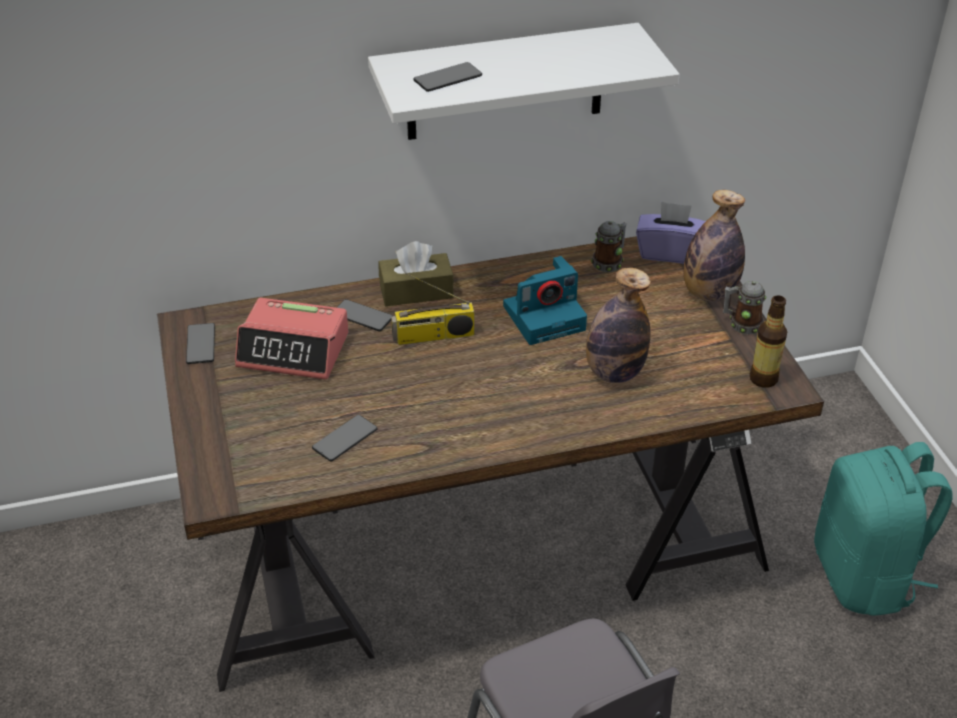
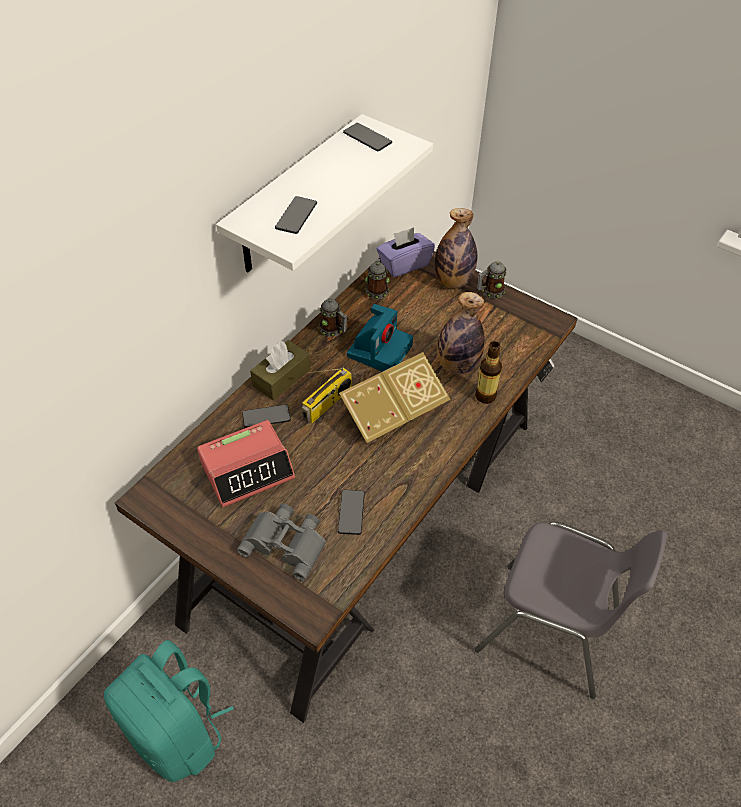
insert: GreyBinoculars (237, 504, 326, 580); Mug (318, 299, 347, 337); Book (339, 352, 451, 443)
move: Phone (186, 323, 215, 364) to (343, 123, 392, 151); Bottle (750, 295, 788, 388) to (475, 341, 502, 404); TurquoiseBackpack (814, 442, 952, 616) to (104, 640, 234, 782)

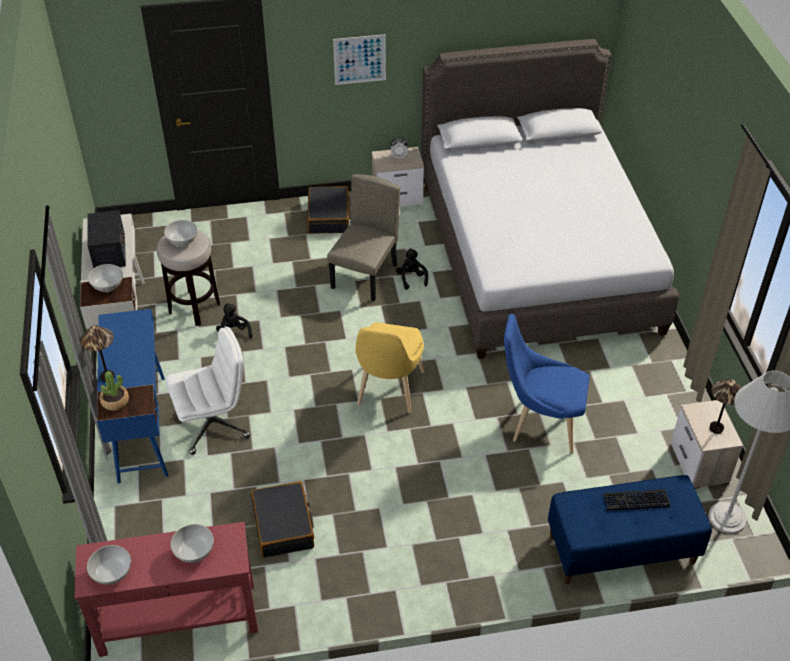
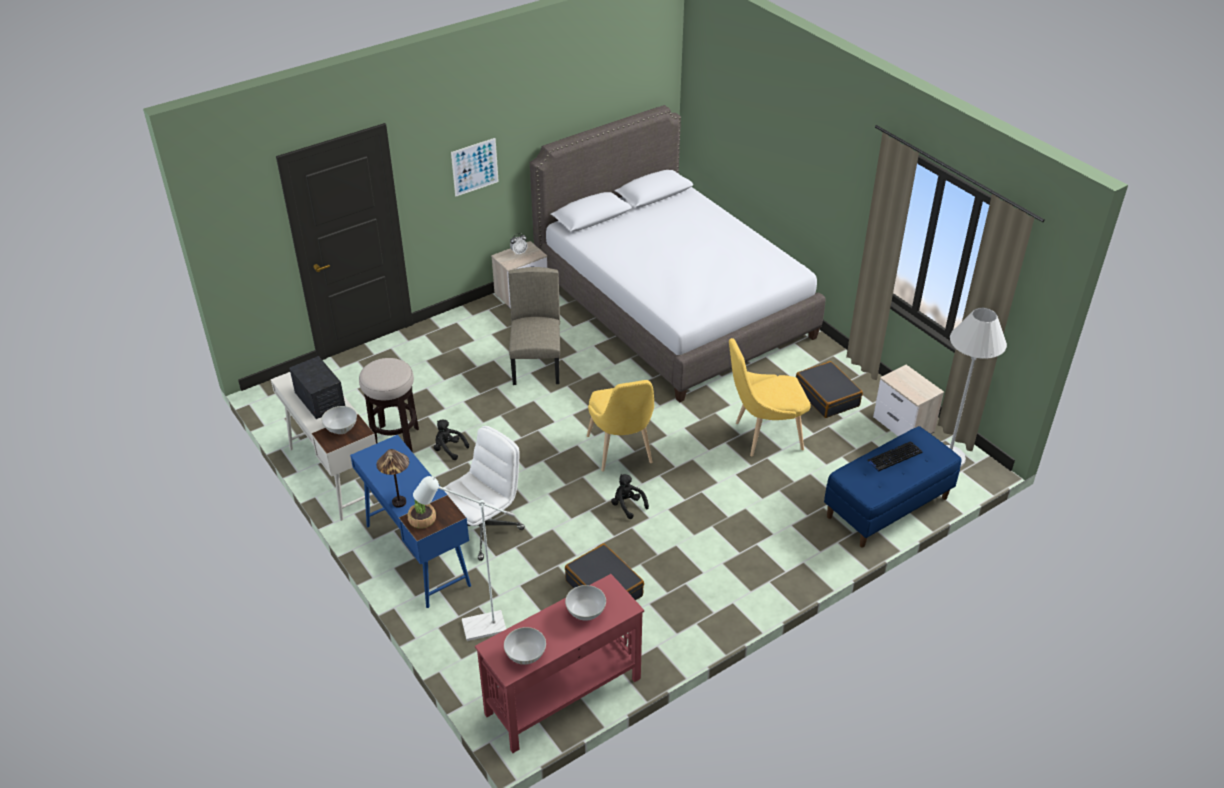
delete: WhiteBowl (164, 220, 198, 247); TableLamp (710, 379, 741, 434)
insert: WhiteFloorLamp (413, 476, 515, 641)
move: BlackSuitcase (307, 186, 351, 234) to (796, 361, 863, 418); BlackPlushToy (396, 248, 428, 290) to (611, 474, 649, 519)
recolor: BlueChair (504, 314, 590, 454) to YellowChair (729, 338, 811, 456)

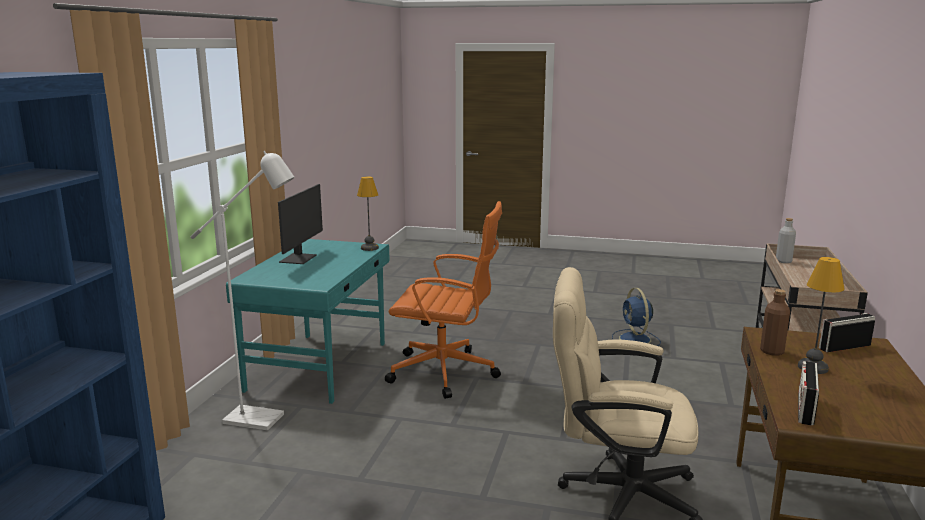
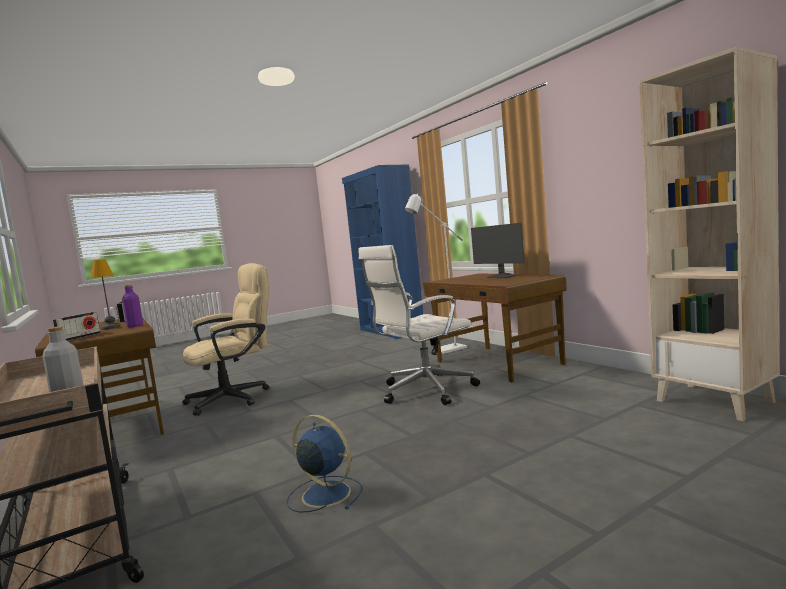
delete: TableLamp (357, 177, 379, 251)
insert: BeigeBookcase (639, 47, 780, 422)
recolor: TurquoiseDesk (226, 239, 390, 404) to BrownDesk (424, 273, 567, 382); OrangeOfficeChair (385, 201, 502, 399) to WhiteOfficeChair (358, 245, 480, 405); BrownBottle (760, 289, 790, 356) to PurpleBottle (122, 285, 143, 327)

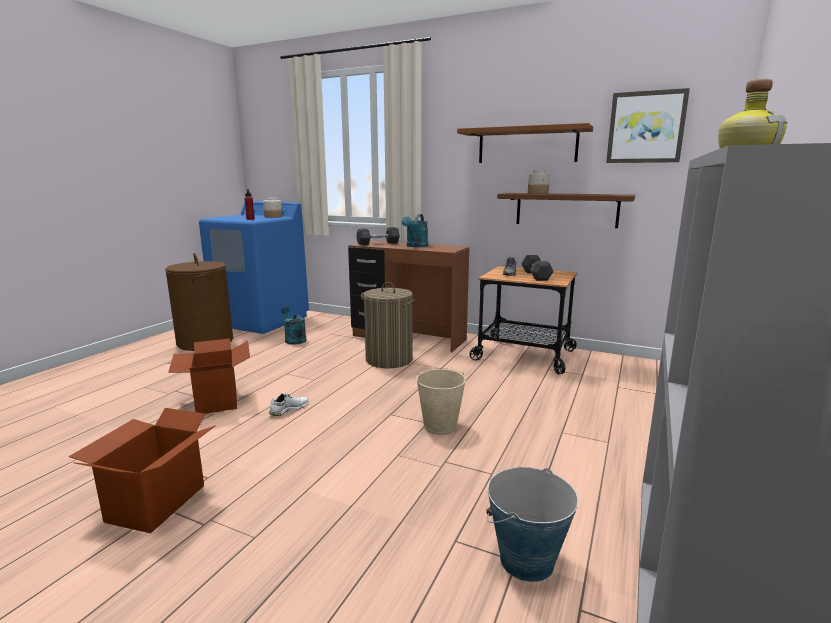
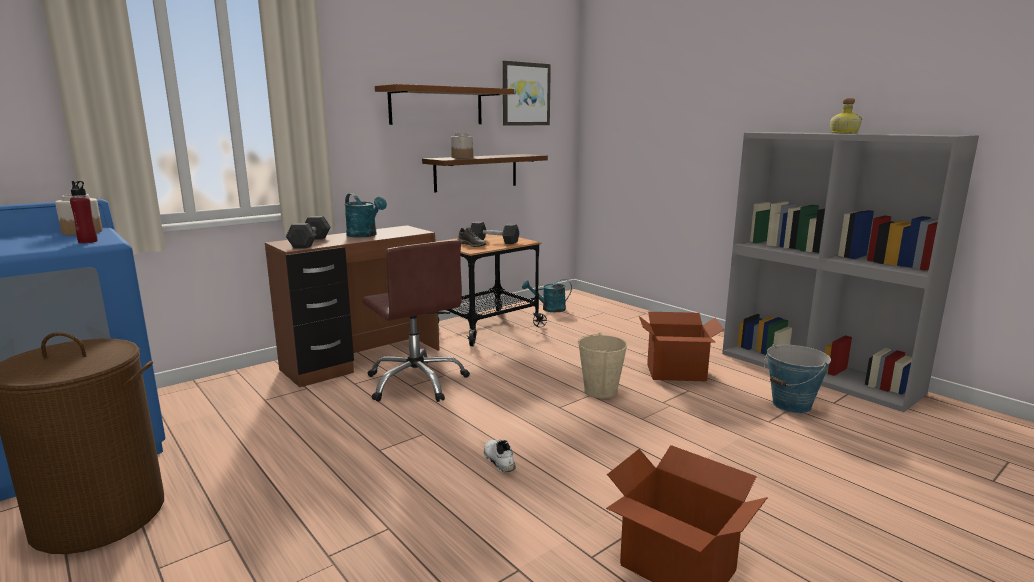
move: CardboardBox (168, 339, 250, 414) to (639, 312, 724, 382); TurquoiseWateringCan (281, 306, 306, 345) to (522, 279, 572, 312)
replace: LaundryBasket (361, 282, 415, 369) to BrownOfficeChair (362, 240, 470, 402)

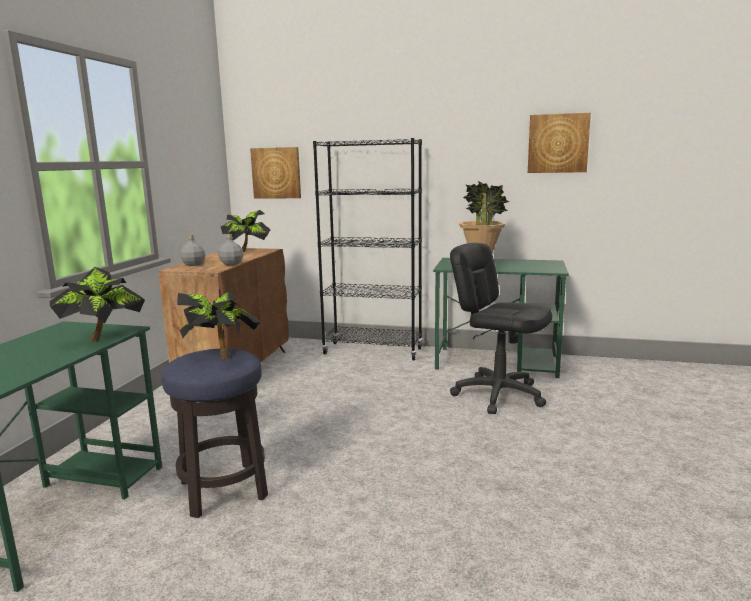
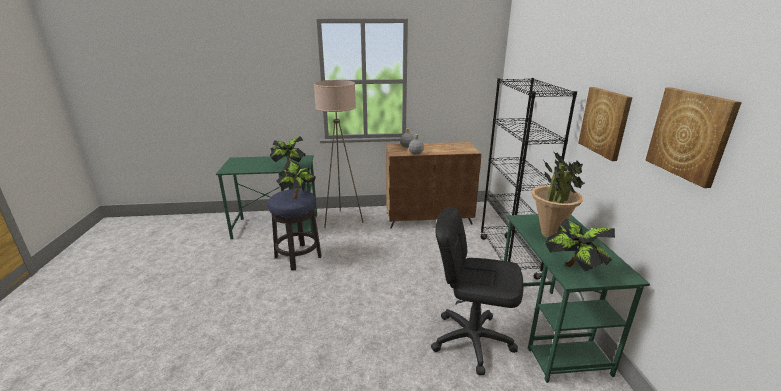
insert: BeigeFloorLamp (314, 80, 364, 228)
move: PottedPlant (221, 210, 271, 252) to (545, 218, 615, 272); Picture (250, 147, 301, 199) to (578, 87, 632, 161)
rotate: BlackOfficeChair (450, 243, 552, 414) = (431, 208, 524, 375) 90 degrees counterclockwise

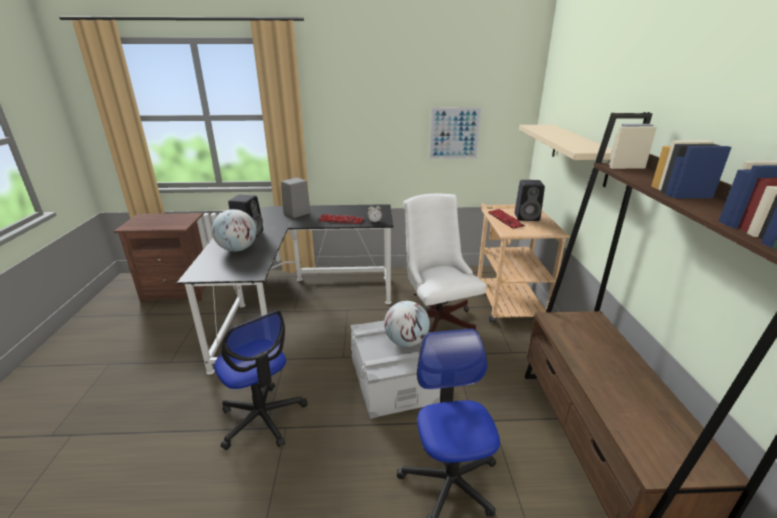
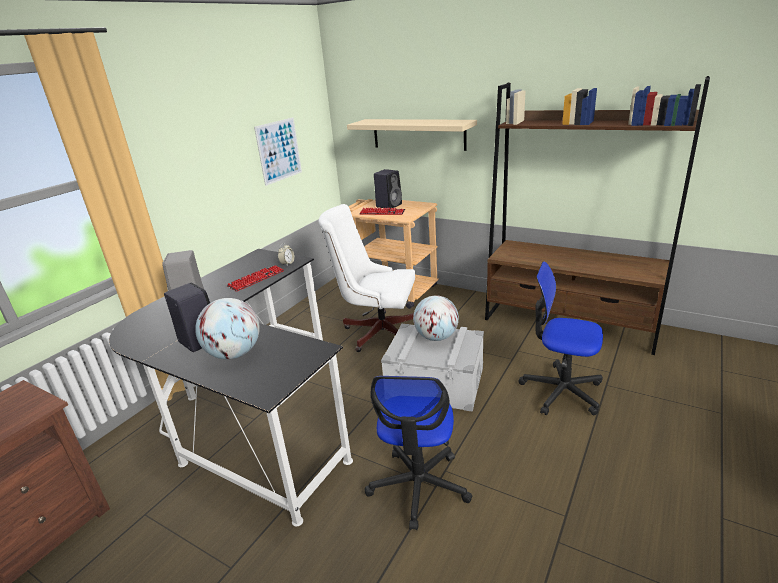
rotate: OfficeChair (214, 311, 307, 450) = (365, 376, 473, 530) 105 degrees clockwise

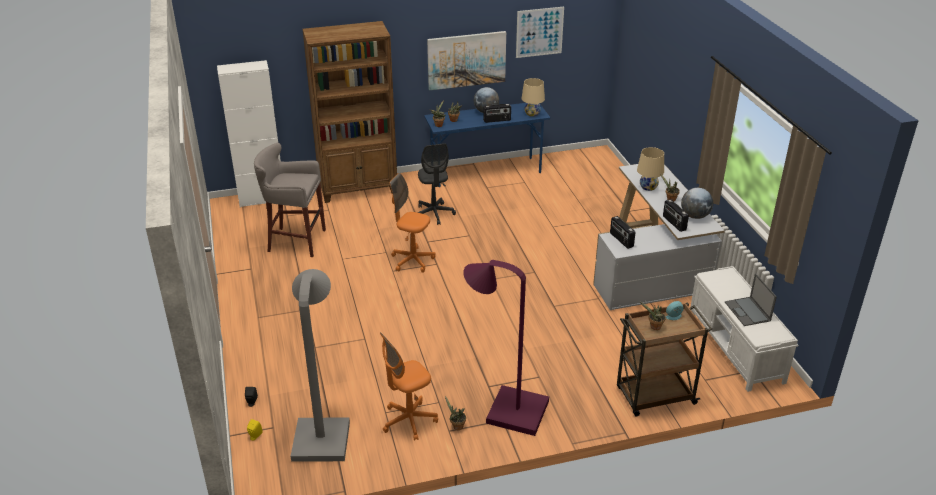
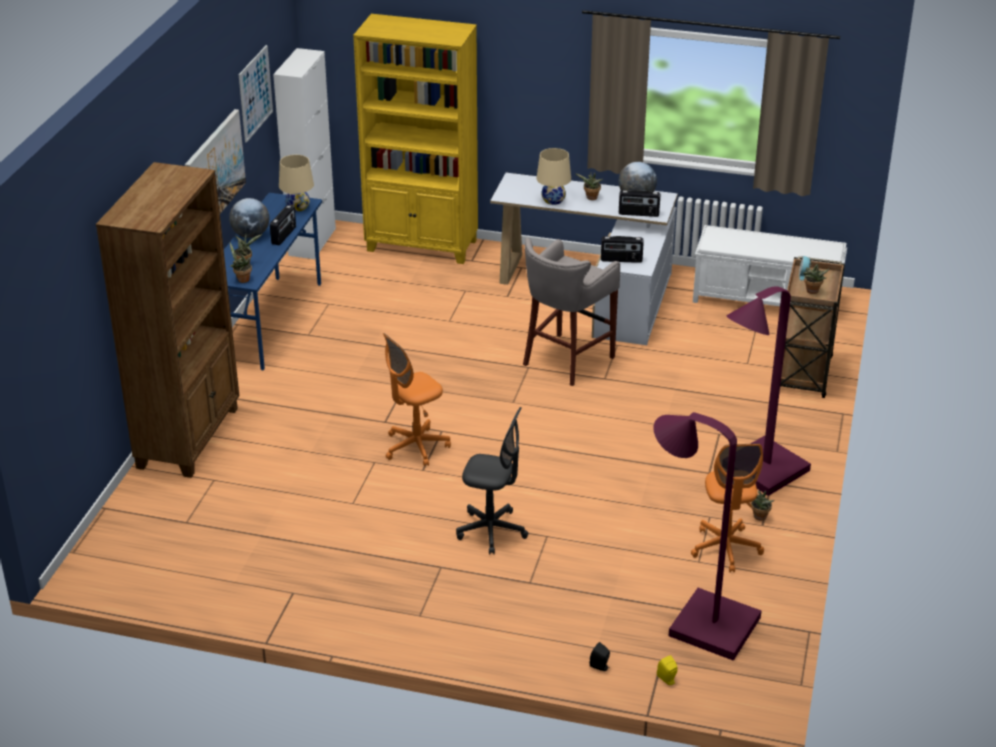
delete: Laptop (725, 273, 777, 326)
insert: YellowBookcase (353, 14, 478, 264)
move: WhiteCabinet (217, 60, 281, 207) to (273, 48, 336, 259); GreyStool (254, 143, 326, 257) to (523, 238, 620, 386); GreyOfficeChair (417, 143, 456, 225) to (456, 407, 528, 554)
recolor: GreyFloorLamp (291, 269, 350, 462) to PurpleFloorLamp (654, 412, 761, 661)

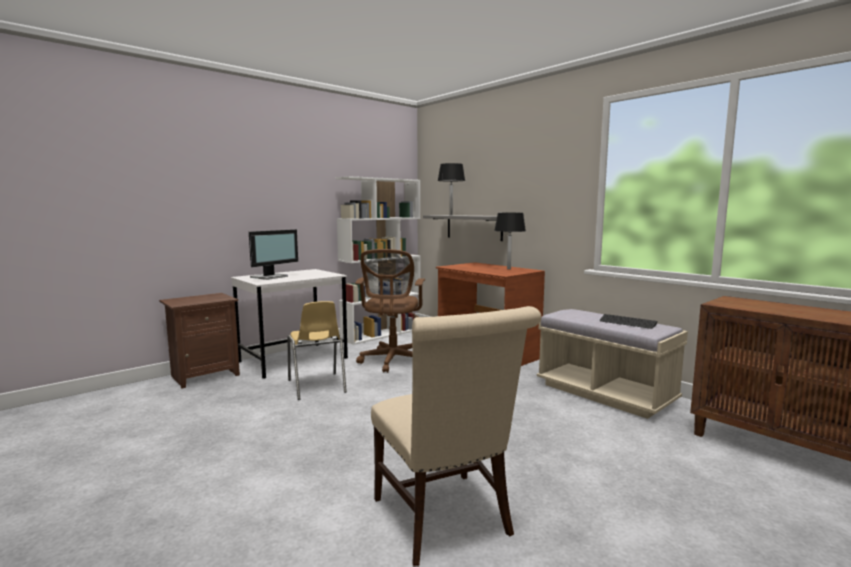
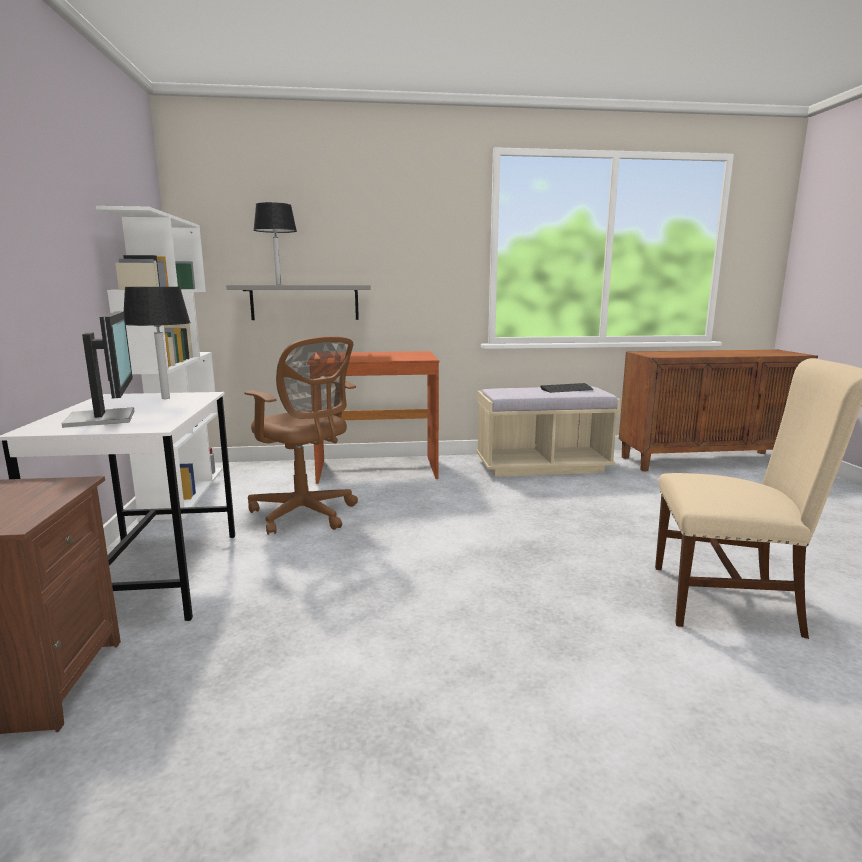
delete: YellowChair (287, 301, 347, 400)
move: BlackTableLamp (494, 213, 526, 269) to (124, 287, 191, 399)

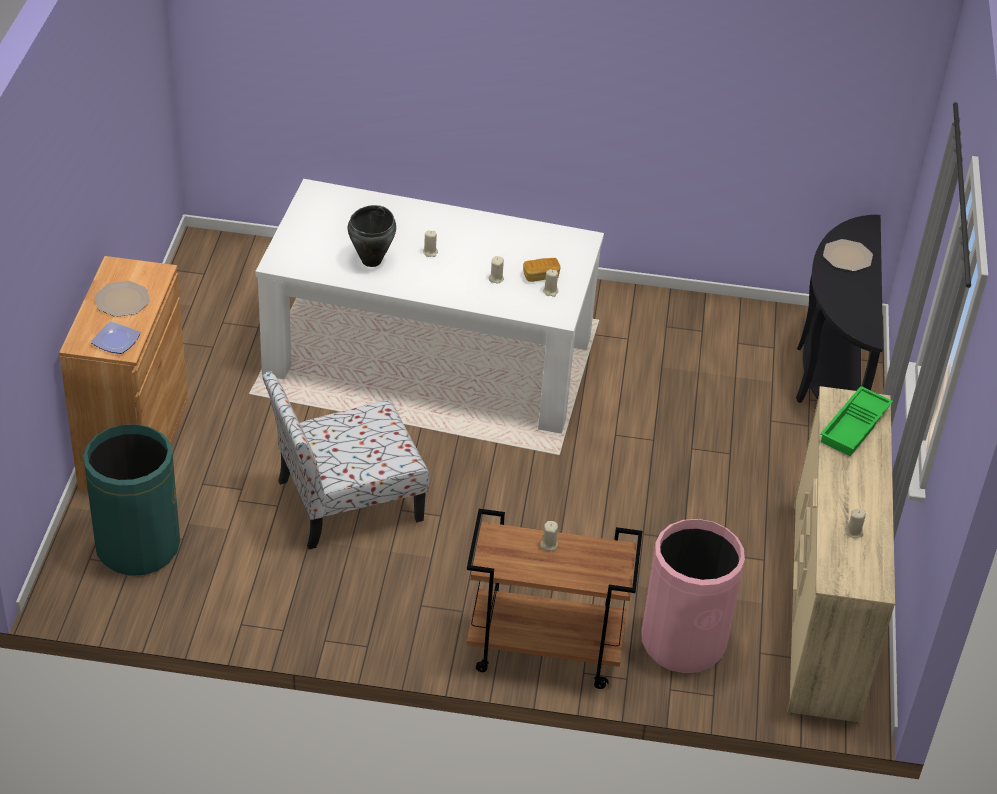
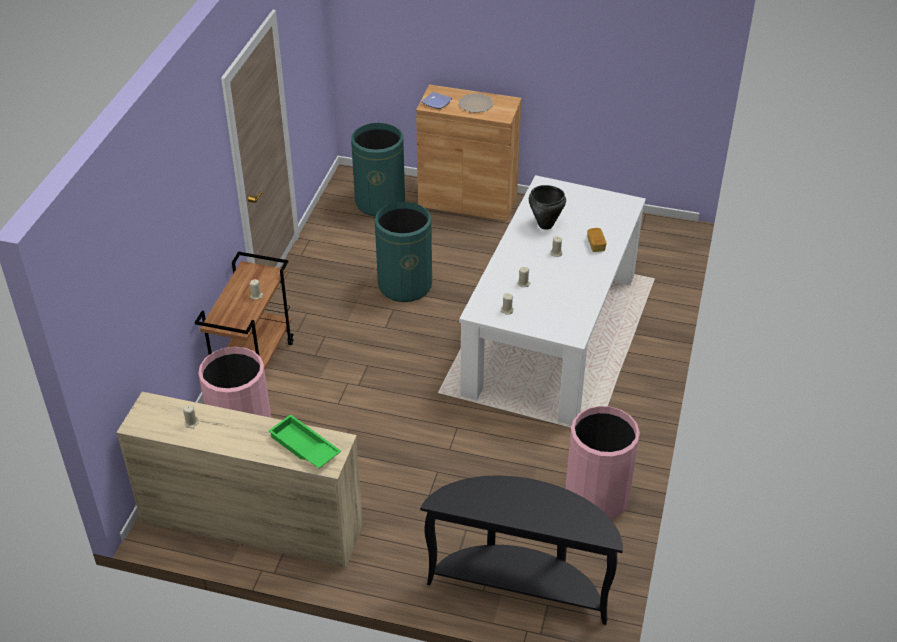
delete: Plate (823, 239, 873, 271)
insert: PinkTrashCan (565, 406, 640, 520)
move: Bread (523, 258, 560, 282) to (587, 228, 607, 252)
replace: Chair (262, 371, 429, 549) to GreenTrashCan (375, 202, 432, 302)

